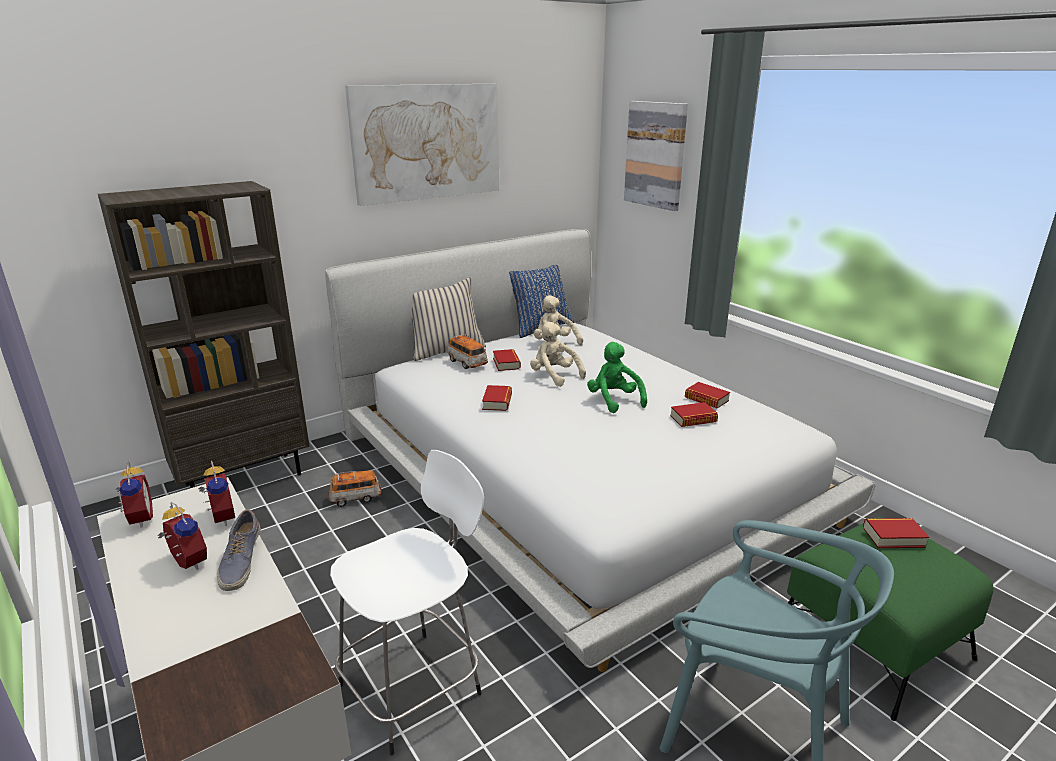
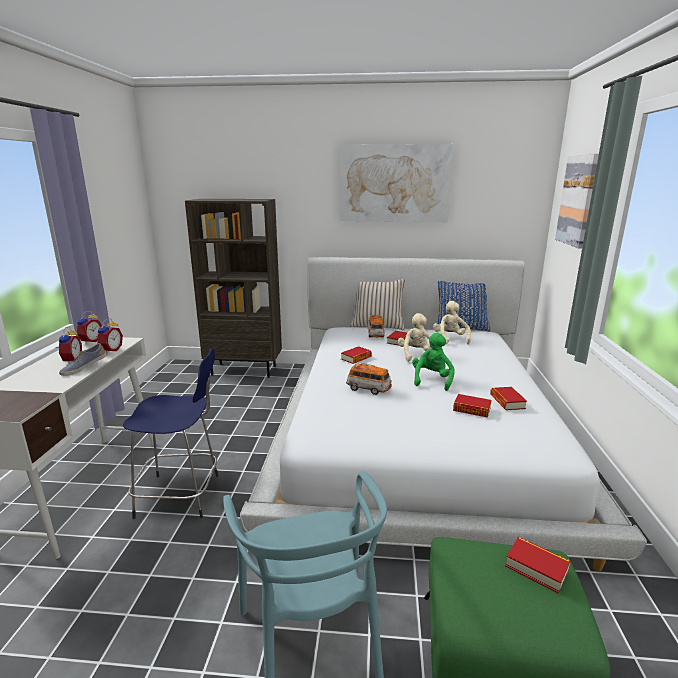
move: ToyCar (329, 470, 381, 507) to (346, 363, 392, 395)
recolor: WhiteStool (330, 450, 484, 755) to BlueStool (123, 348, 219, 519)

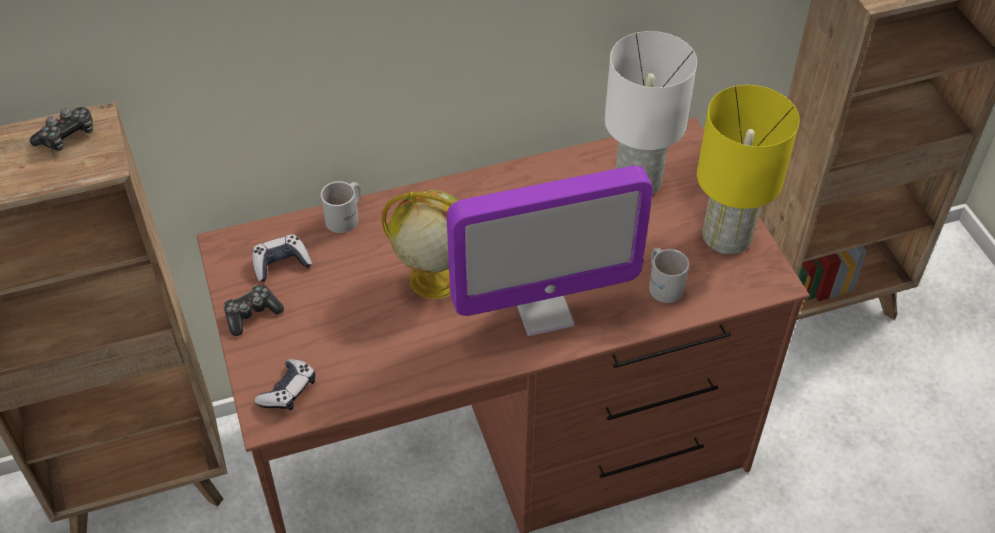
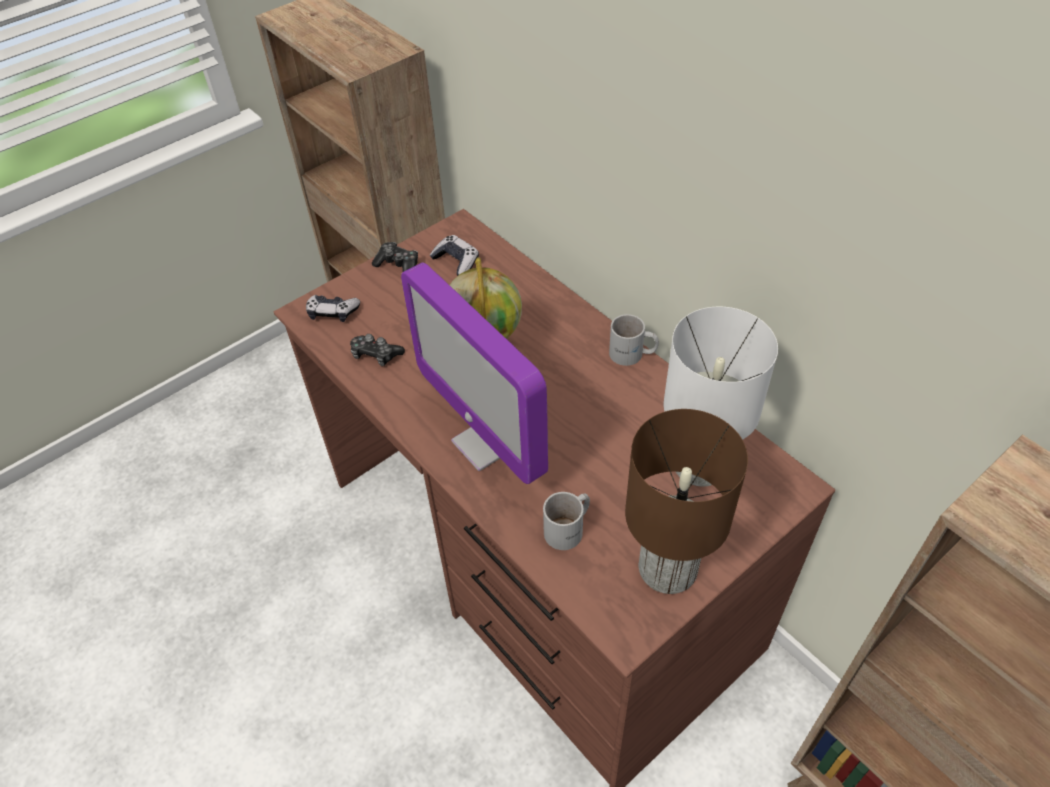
move: GameController (30, 107, 93, 151) to (350, 334, 405, 366); WhiteMug (321, 181, 361, 233) to (609, 314, 659, 366)
recolor: YellowTableLamp (697, 85, 799, 254) to BrownTableLamp (625, 409, 748, 594)

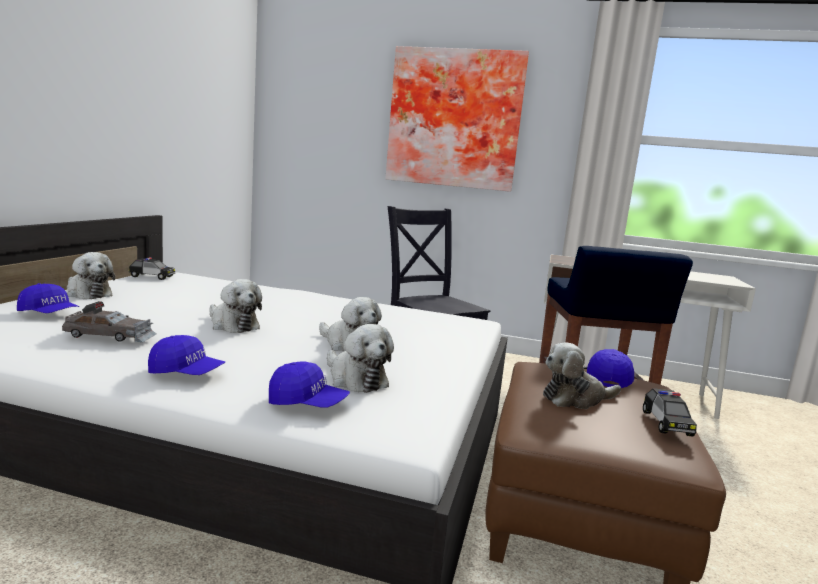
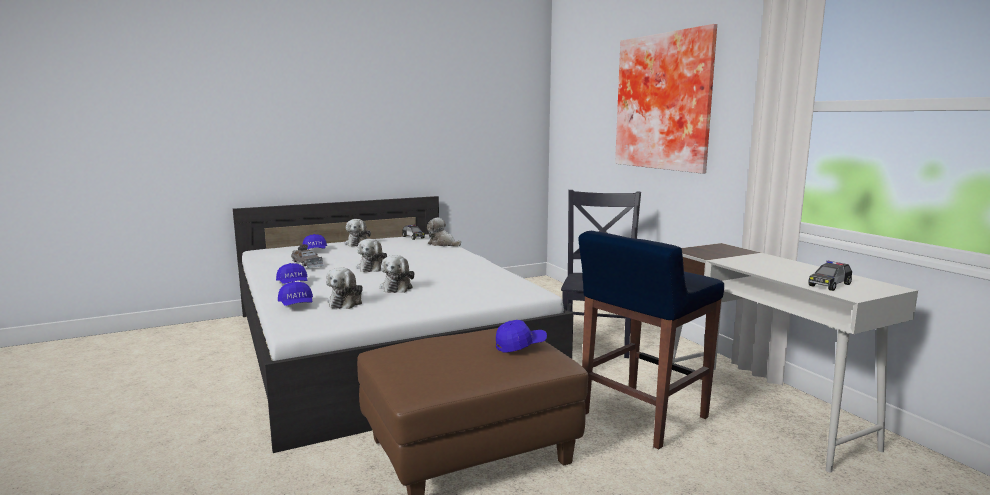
move: PlushToy (543, 343, 621, 409) to (427, 218, 461, 246); ToyCar (643, 388, 697, 437) to (808, 261, 852, 291)

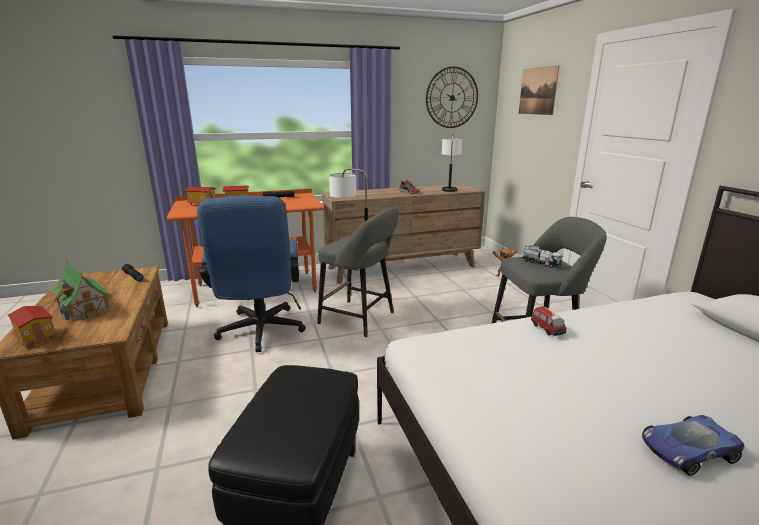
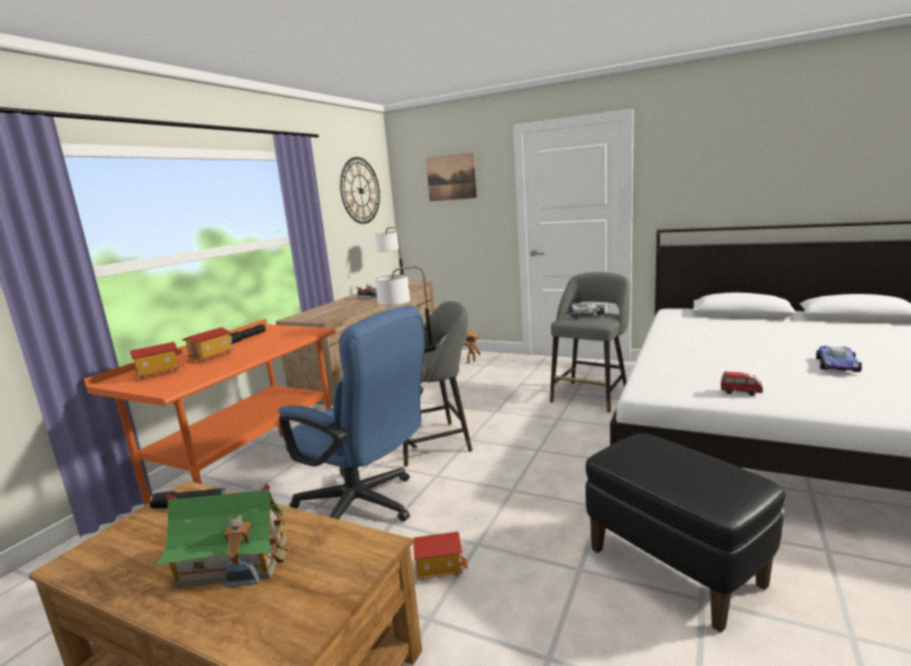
move: ToyHouse (7, 306, 58, 347) to (413, 532, 468, 581); ToyCar (531, 306, 566, 336) to (720, 371, 763, 396)

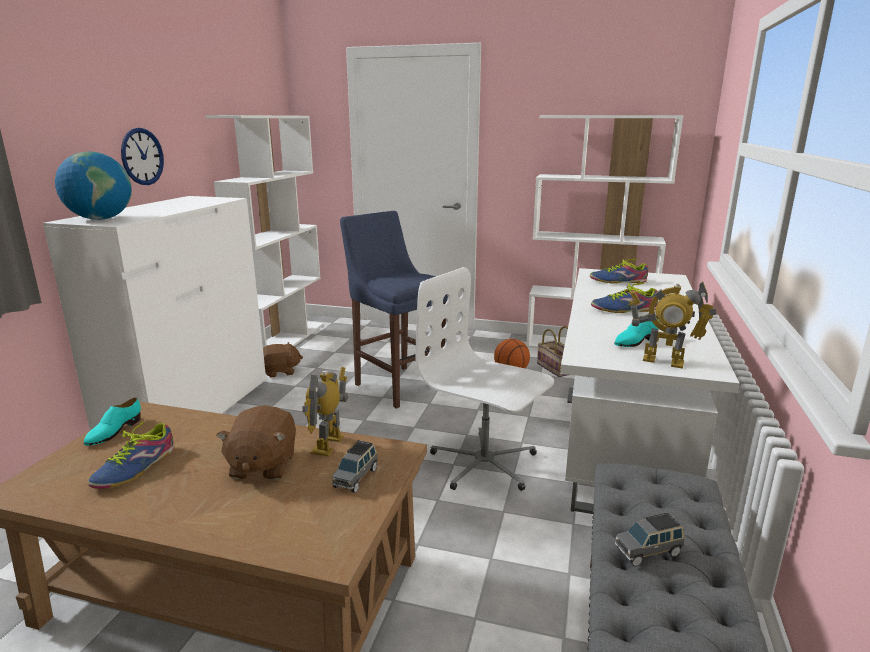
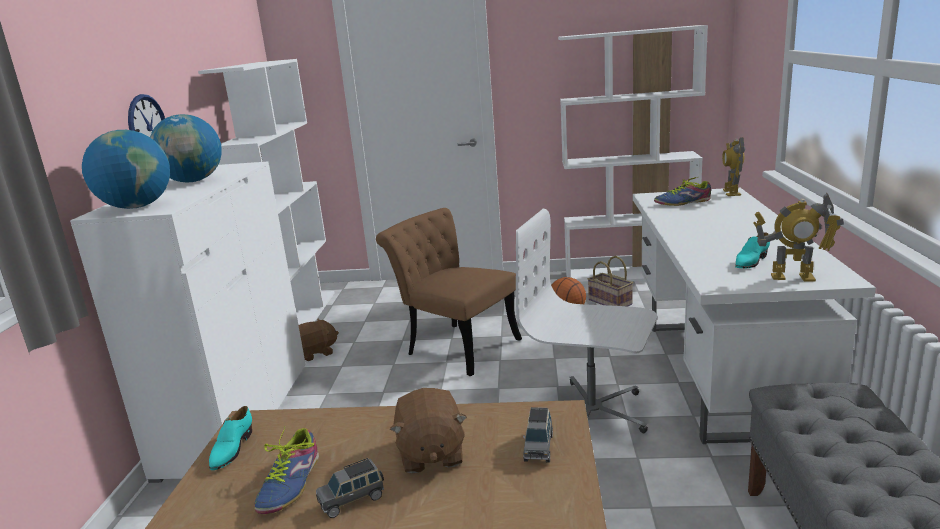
delete: Shoe (591, 282, 658, 313)
insert: Globe (150, 114, 222, 182)
move: ToyRobot (302, 367, 348, 457) to (722, 137, 745, 196); GreyToyCar (615, 512, 684, 567) to (316, 458, 384, 518)
replace: BlueStool (340, 211, 448, 409) to BrownChair (376, 208, 522, 376)

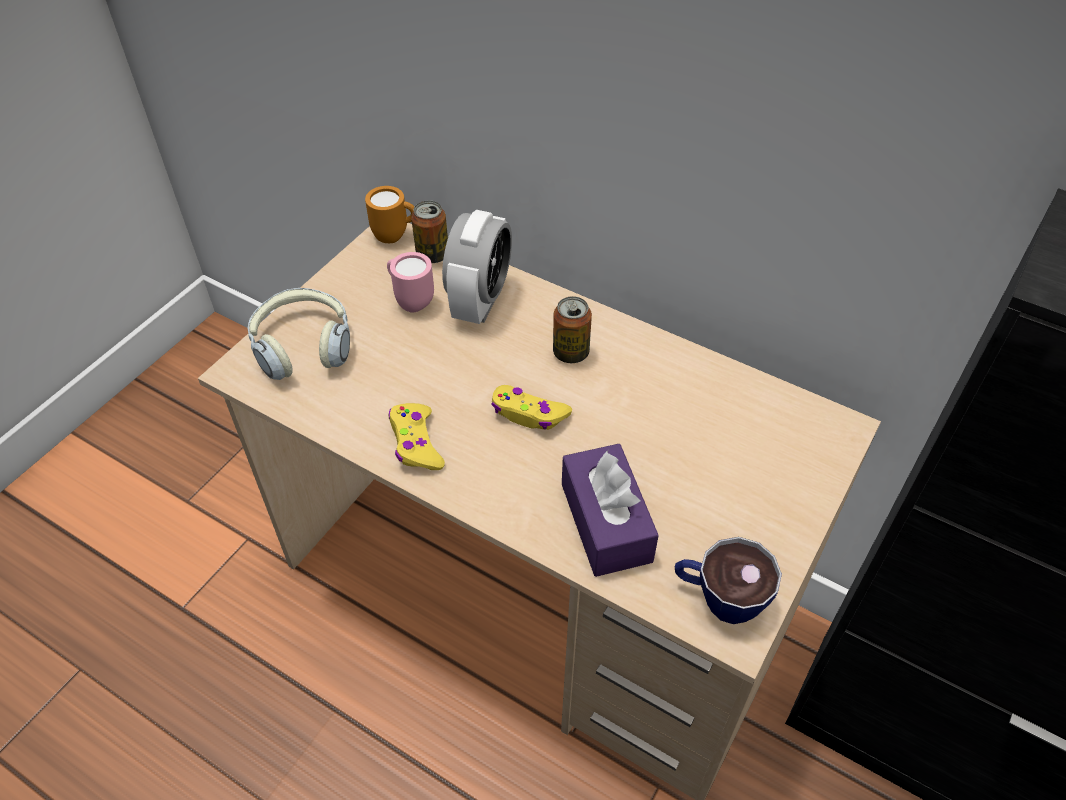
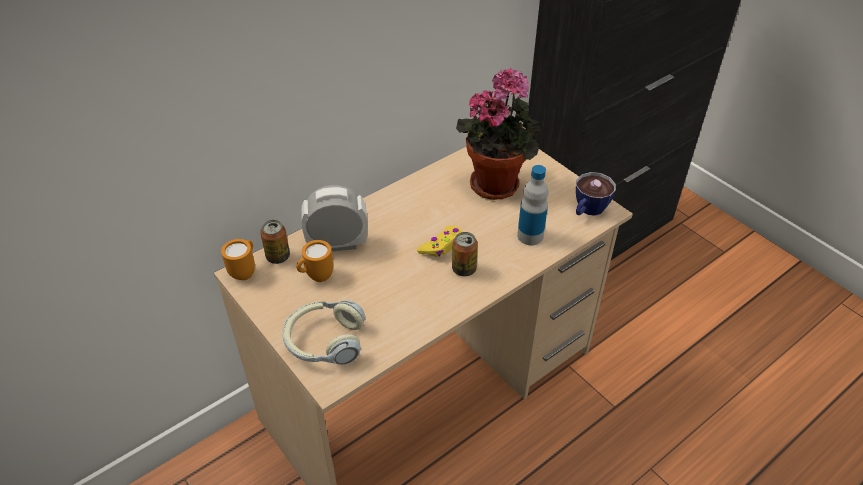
delete: YellowGameController (389, 403, 445, 470)
insert: PottedPlant (456, 68, 541, 200)
move: Can (553, 296, 592, 363) to (452, 232, 478, 276)
replace: PurpleTissueBox (562, 444, 659, 577) to Bottle (517, 165, 549, 245)
recolor: PinkMug (387, 252, 434, 313) to OrangeMug (296, 240, 333, 282)
rotate: AlarmClock (442, 210, 512, 324) = (302, 185, 368, 251) 45 degrees counterclockwise

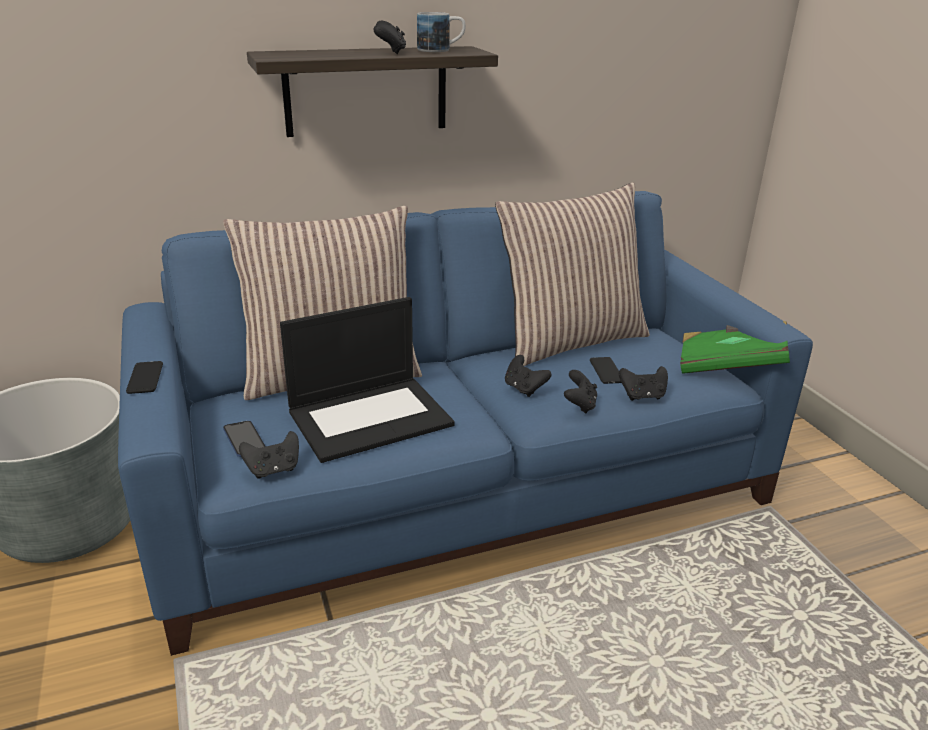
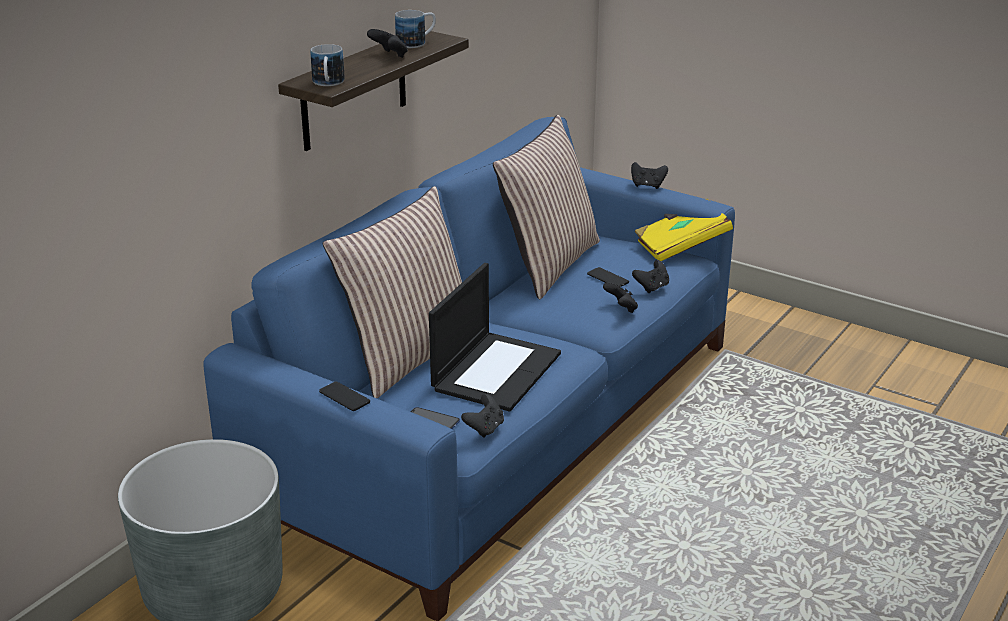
insert: Mug (310, 44, 345, 86)
move: BlackGameController (505, 355, 552, 397) to (631, 162, 668, 189)
recolor: GreenBook (680, 321, 790, 374) to YellowBook (634, 198, 733, 261)

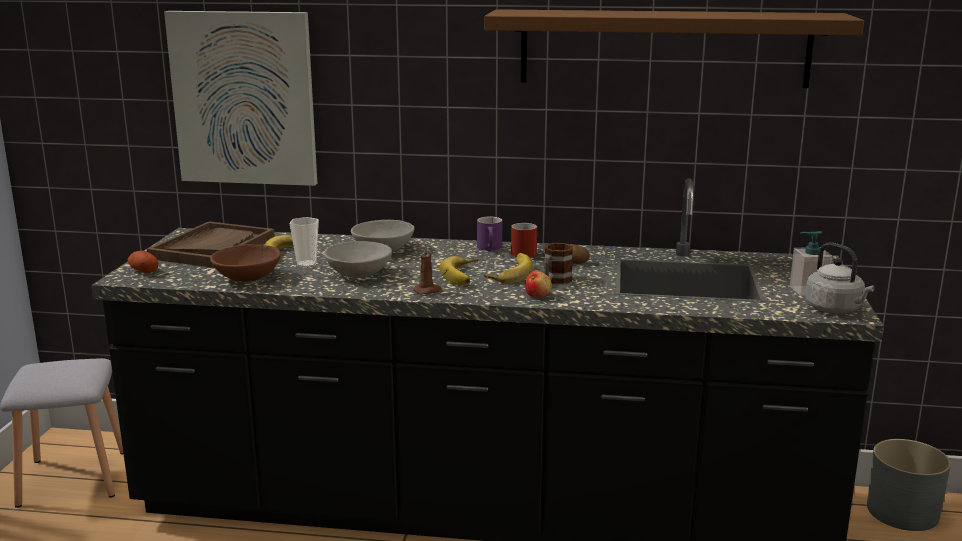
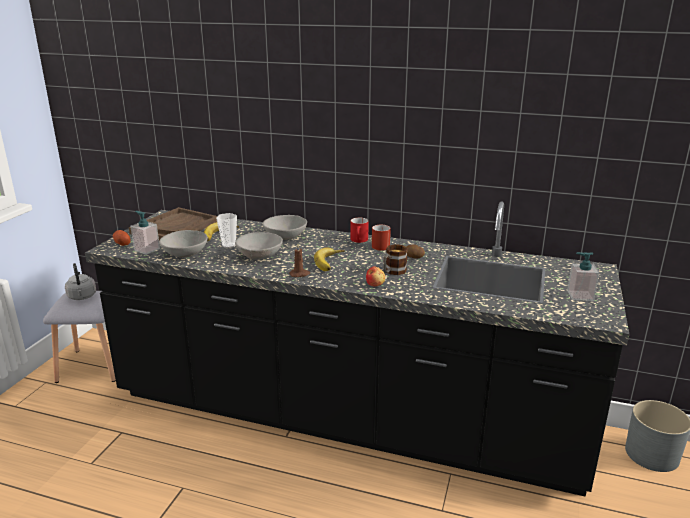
delete: Picture (164, 11, 317, 186); BrownShelf (484, 9, 864, 88); Banana (484, 253, 533, 284)
insert: SoapDispenser (130, 211, 160, 255)
move: GreyKettle (805, 242, 875, 314) to (65, 263, 96, 300)
recolor: BrownBowl (210, 244, 281, 282) to GreyBowl (159, 230, 208, 257); PurpleMug (477, 217, 502, 251) to RedMug (350, 218, 369, 243)

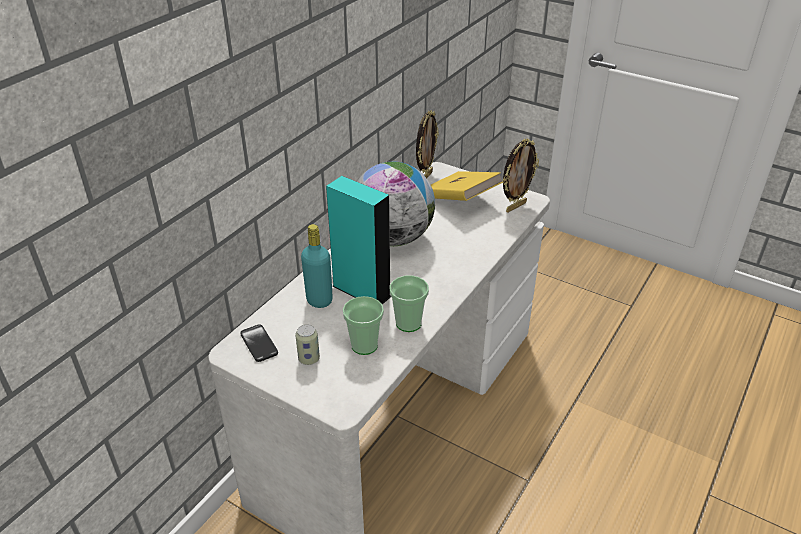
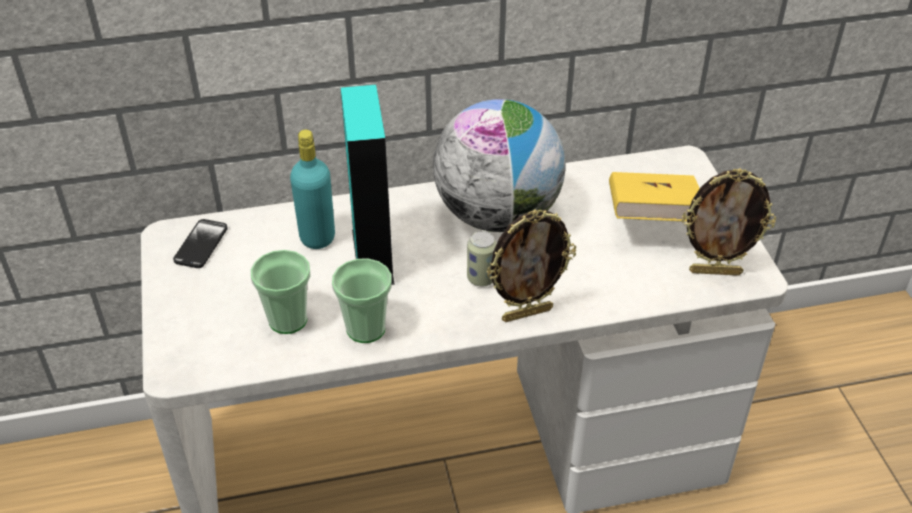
move: Can (295, 324, 320, 365) to (467, 231, 497, 286); PictureFrame (416, 110, 439, 178) to (486, 210, 576, 322)

